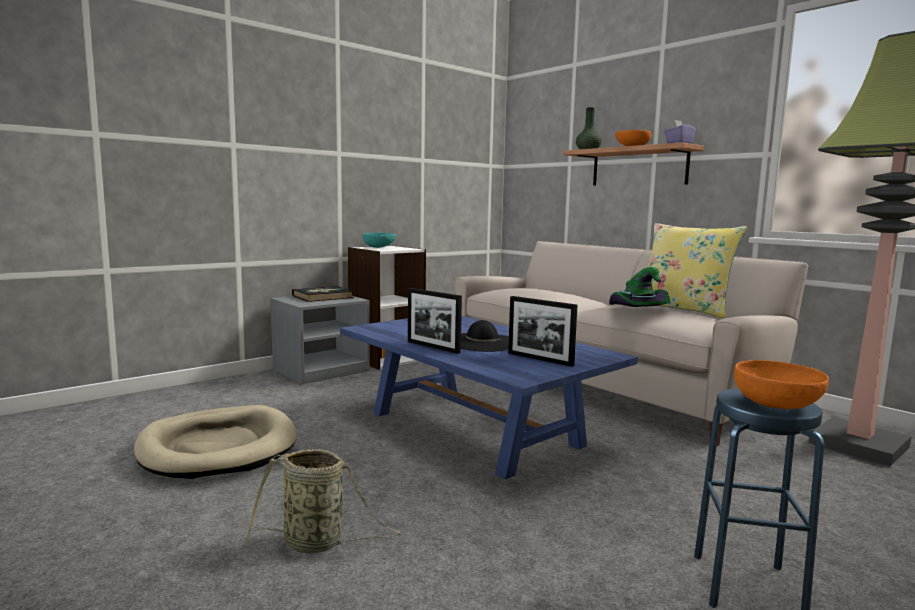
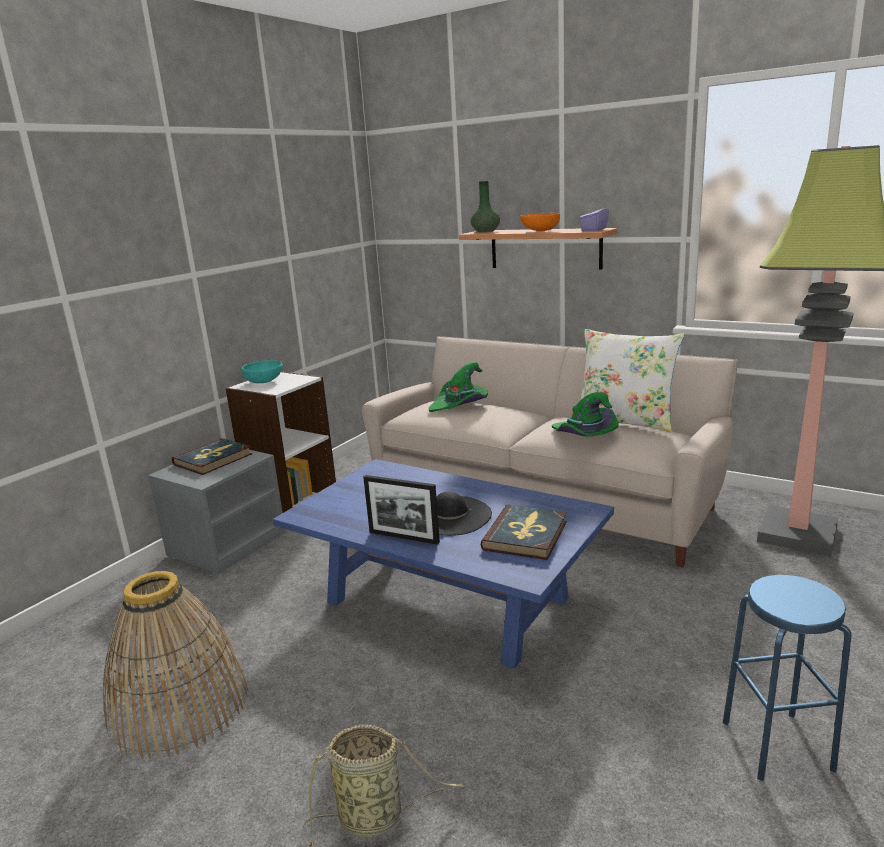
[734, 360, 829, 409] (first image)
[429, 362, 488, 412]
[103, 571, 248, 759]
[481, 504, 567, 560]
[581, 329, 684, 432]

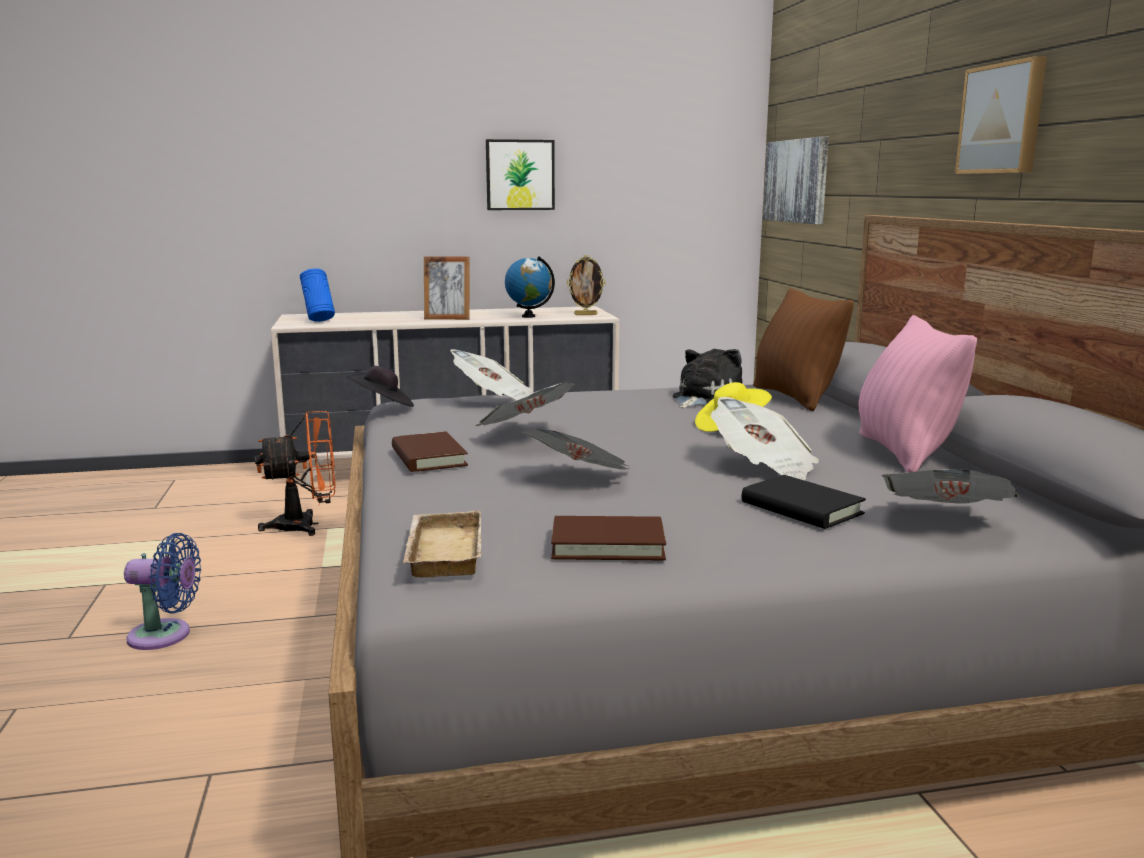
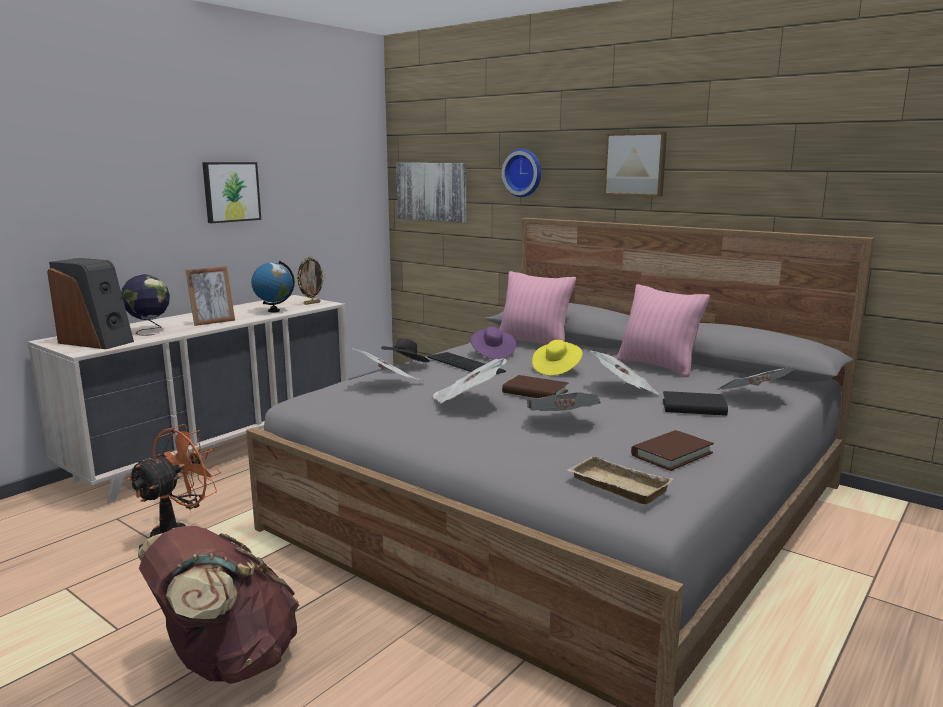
[121, 274, 170, 336]
[427, 352, 506, 374]
[502, 149, 541, 197]
[381, 338, 430, 363]
[502, 375, 568, 398]
[138, 526, 300, 684]
[47, 258, 134, 349]
[470, 327, 516, 360]
[499, 271, 576, 345]

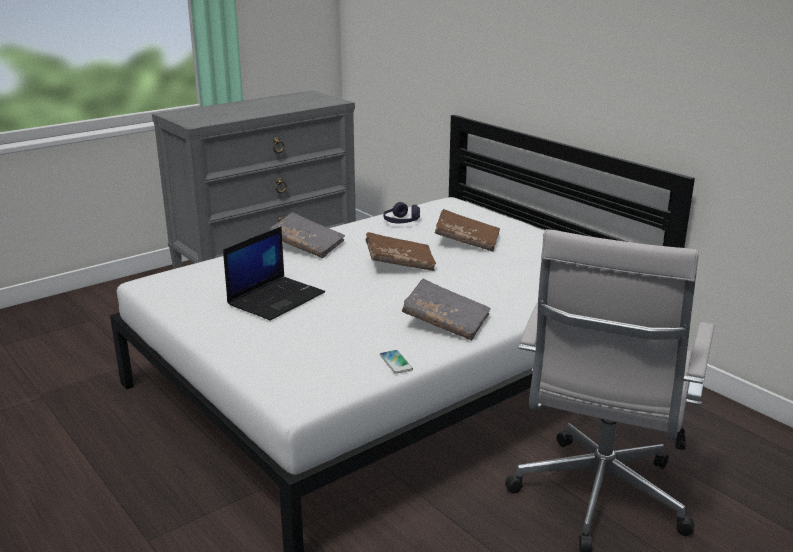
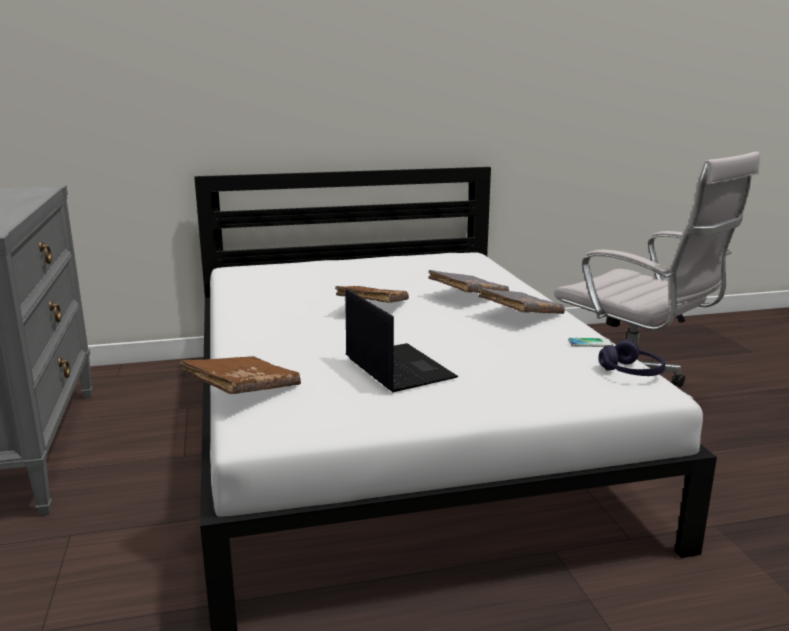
[428, 270, 509, 293]
[599, 340, 665, 376]
[179, 356, 301, 394]

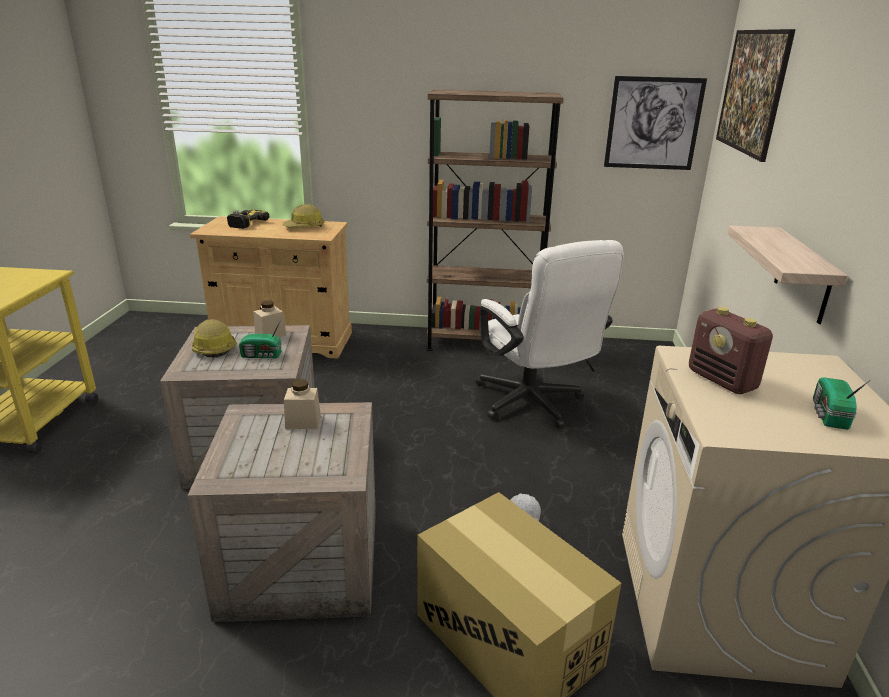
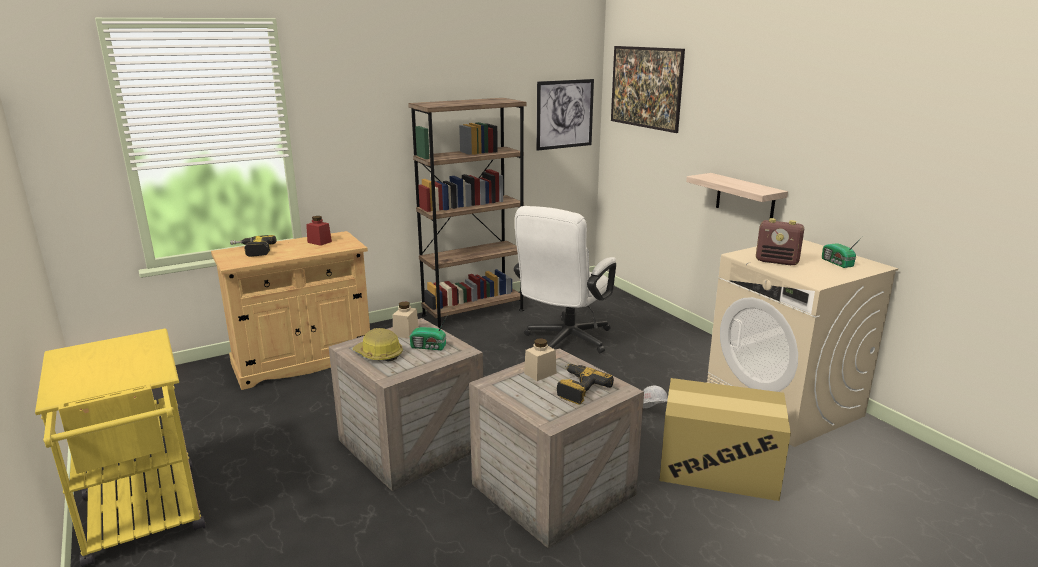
[557, 364, 614, 404]
[306, 216, 332, 246]
[410, 316, 447, 350]
[514, 206, 616, 353]

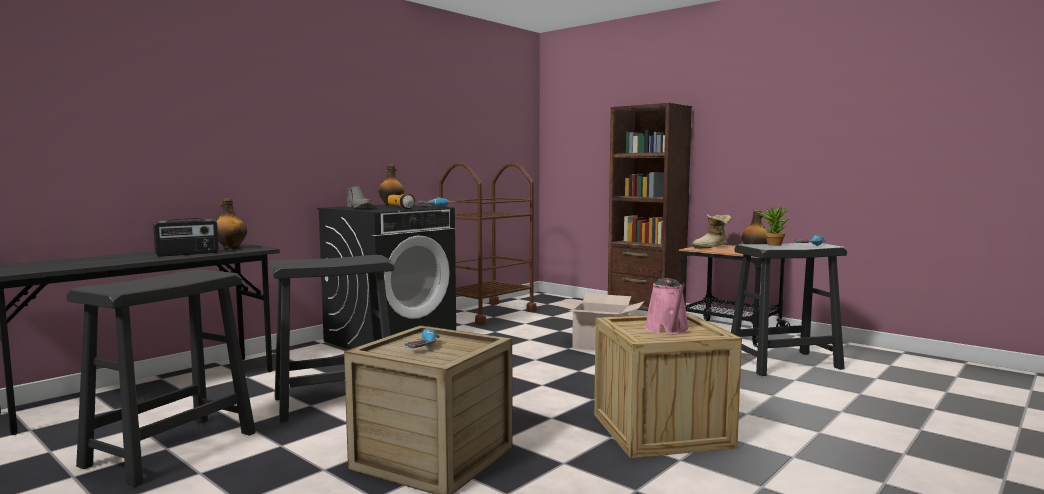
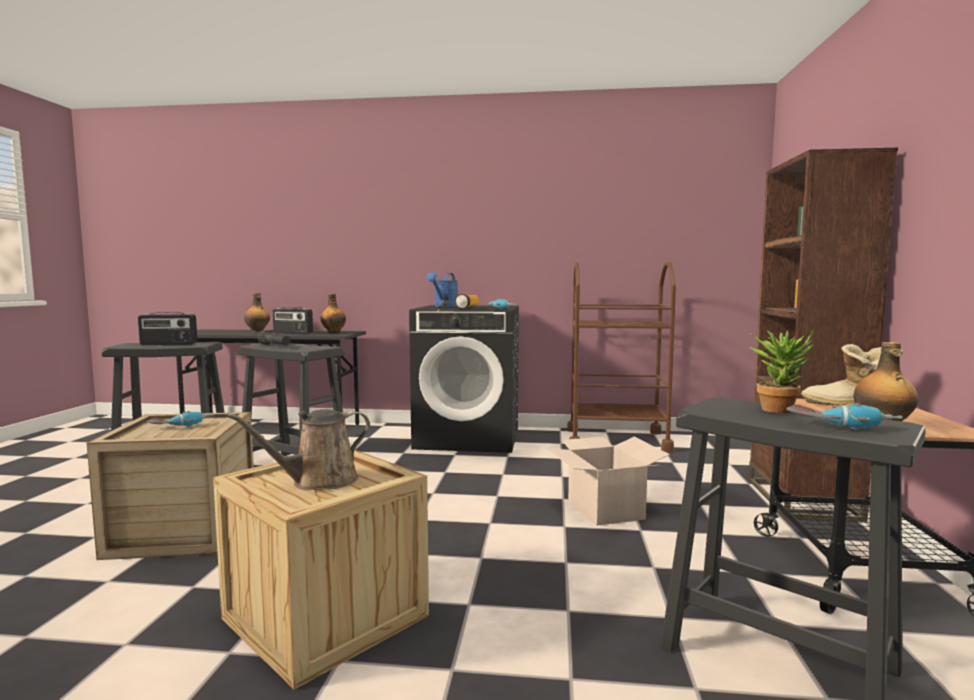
[138, 312, 197, 345]
[258, 330, 290, 345]
[244, 293, 270, 332]
[426, 272, 458, 307]
[226, 409, 370, 490]

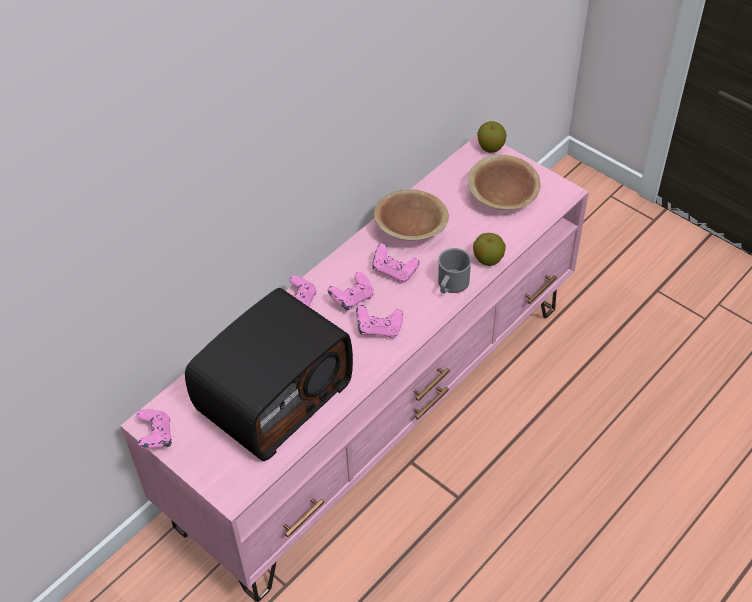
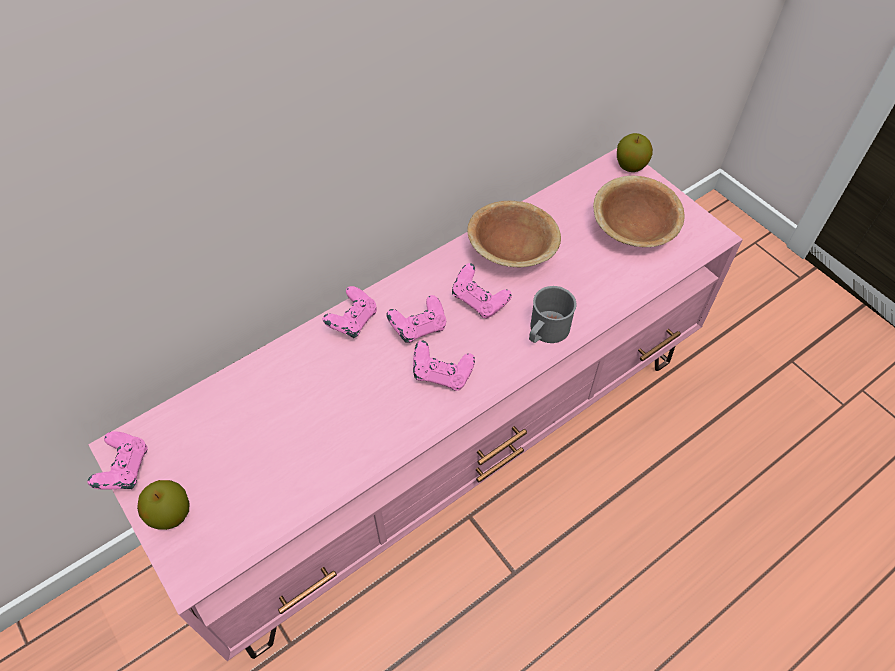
[185, 288, 353, 461] (first image)
[137, 480, 190, 530]

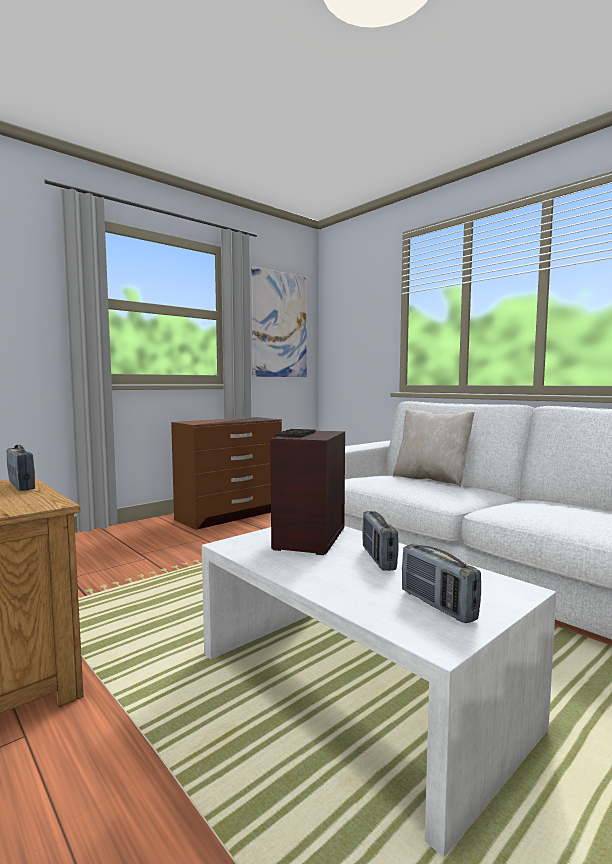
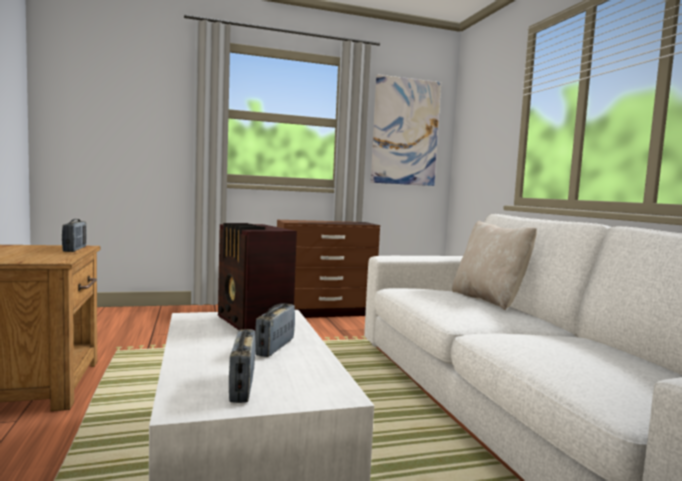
[218, 223, 297, 330]

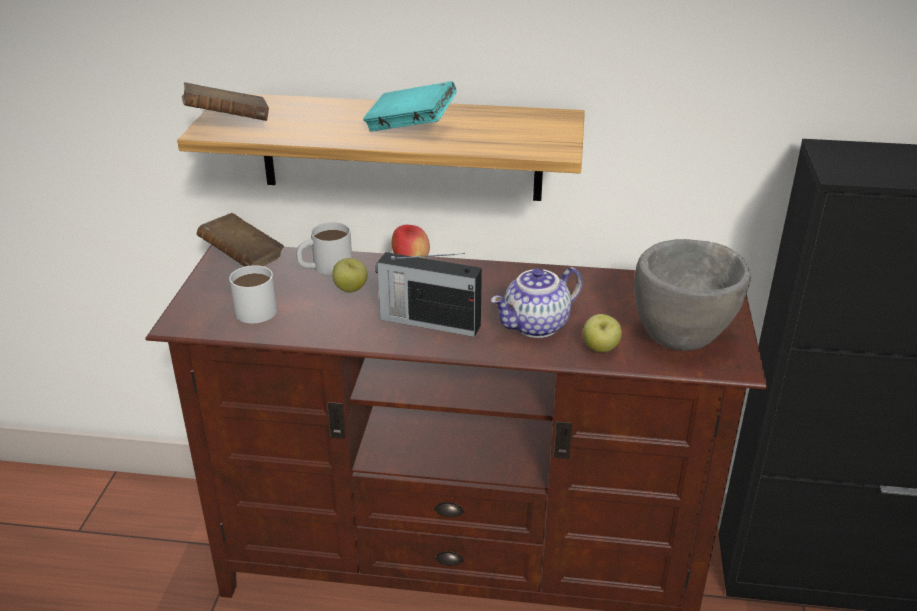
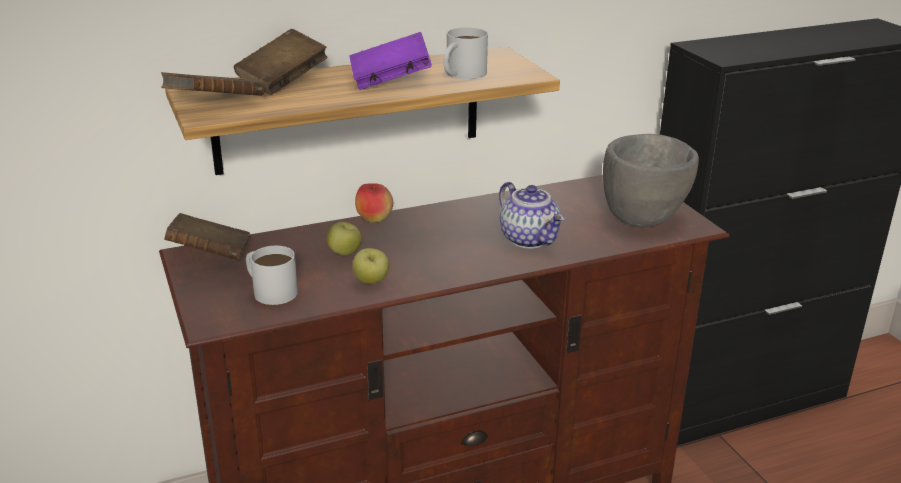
[375, 252, 482, 337] (first image)
[234, 29, 328, 95]
[444, 28, 488, 79]
[353, 248, 389, 284]
[350, 32, 432, 90]
[499, 182, 565, 249]

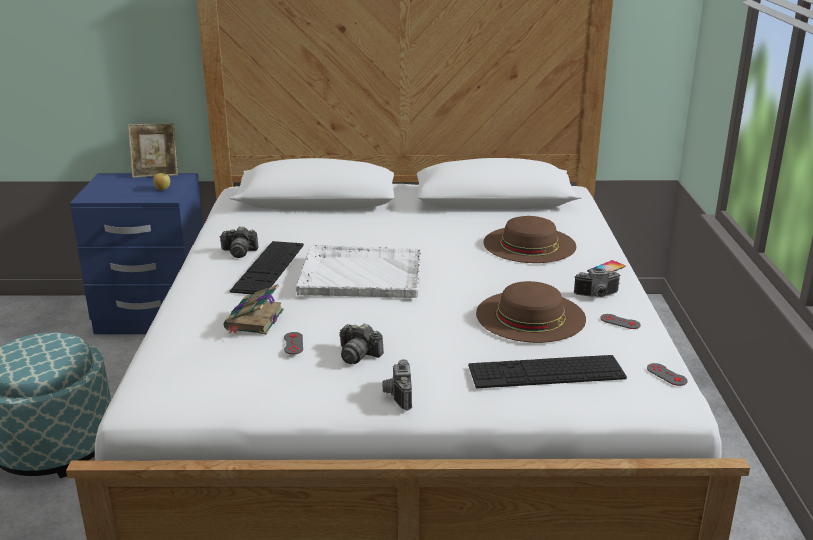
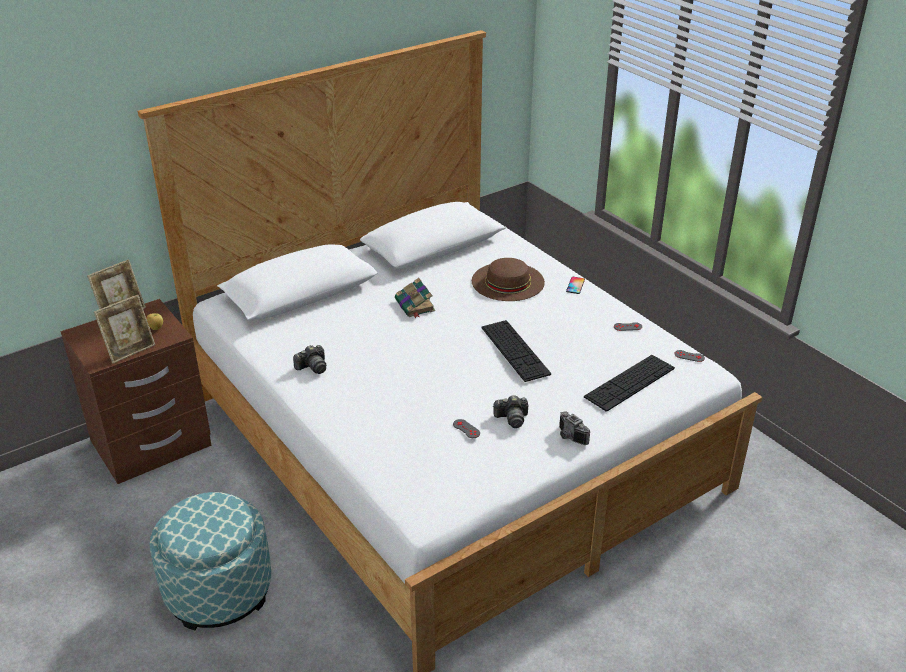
[295, 245, 422, 298] (first image)
[476, 281, 586, 343] (first image)
[574, 269, 620, 297] (first image)
[94, 295, 155, 363]
[395, 278, 435, 318]
[481, 320, 551, 382]
[61, 299, 212, 484]

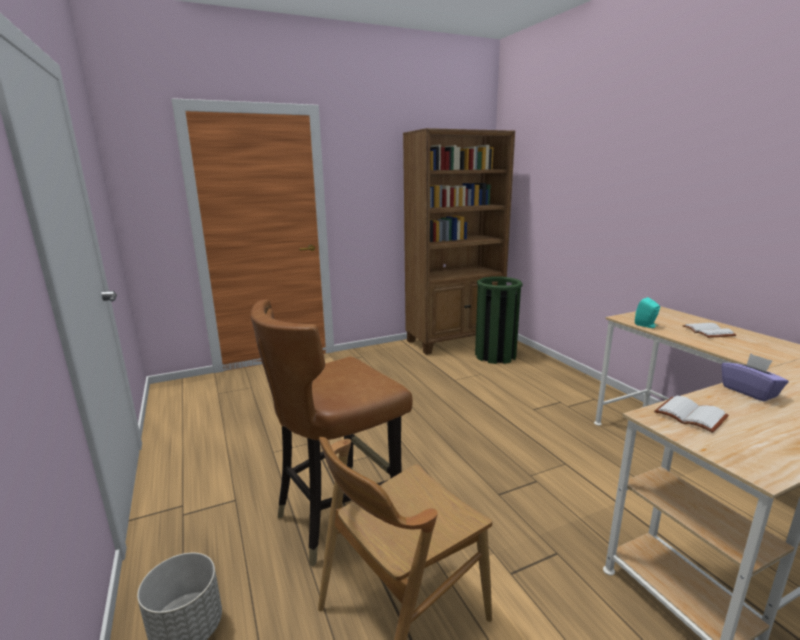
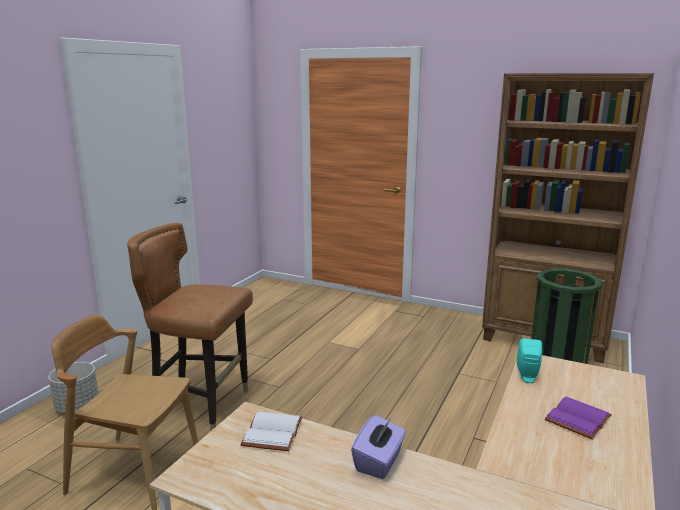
[545, 397, 612, 439]

